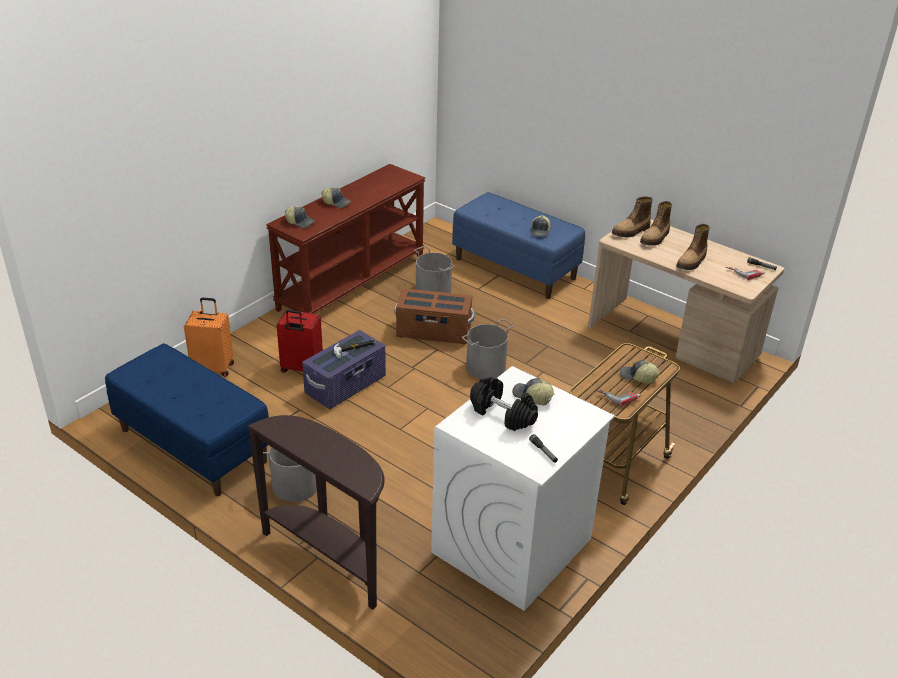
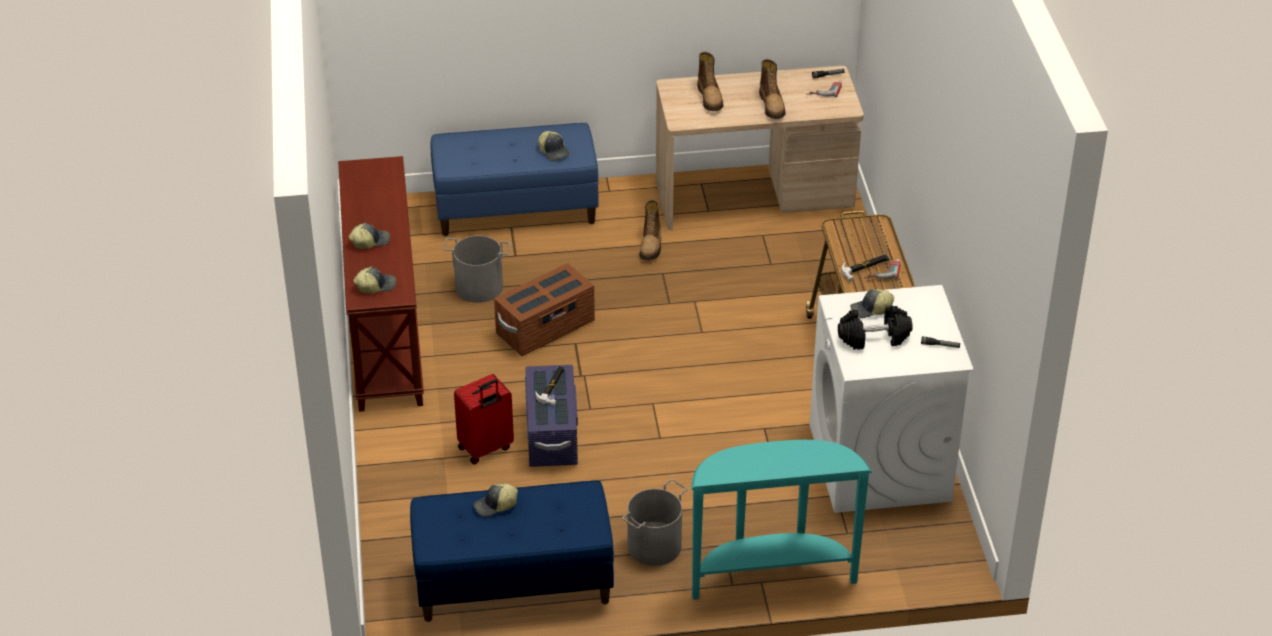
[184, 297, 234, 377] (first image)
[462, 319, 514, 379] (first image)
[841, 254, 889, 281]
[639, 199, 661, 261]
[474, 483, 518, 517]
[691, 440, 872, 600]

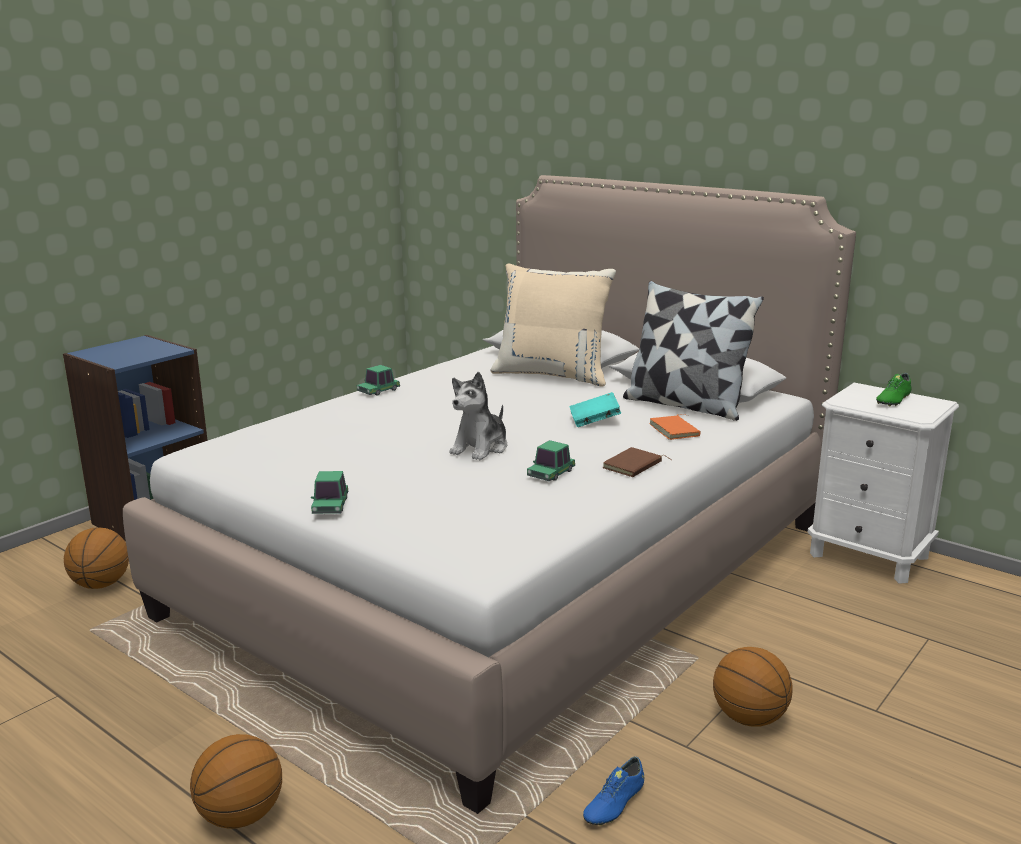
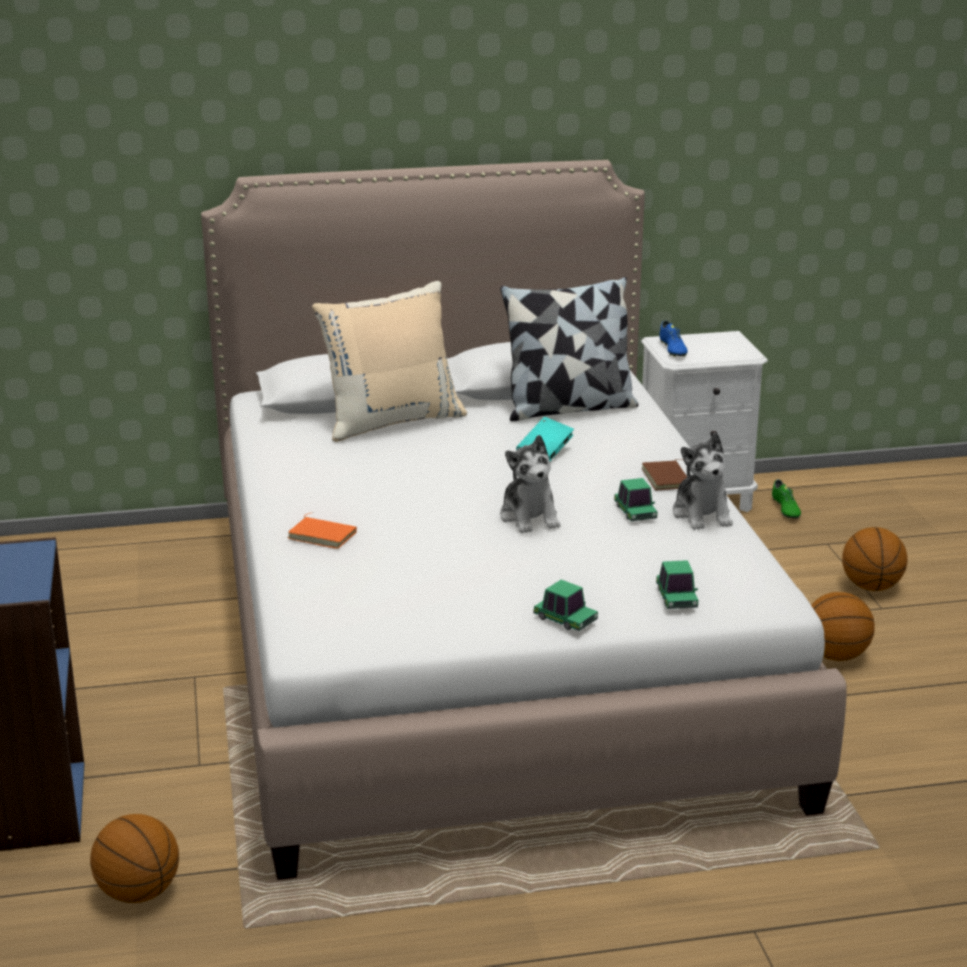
[672, 433, 733, 530]
[842, 527, 907, 591]
[656, 560, 698, 609]
[660, 320, 688, 357]
[288, 513, 357, 549]
[772, 479, 801, 519]

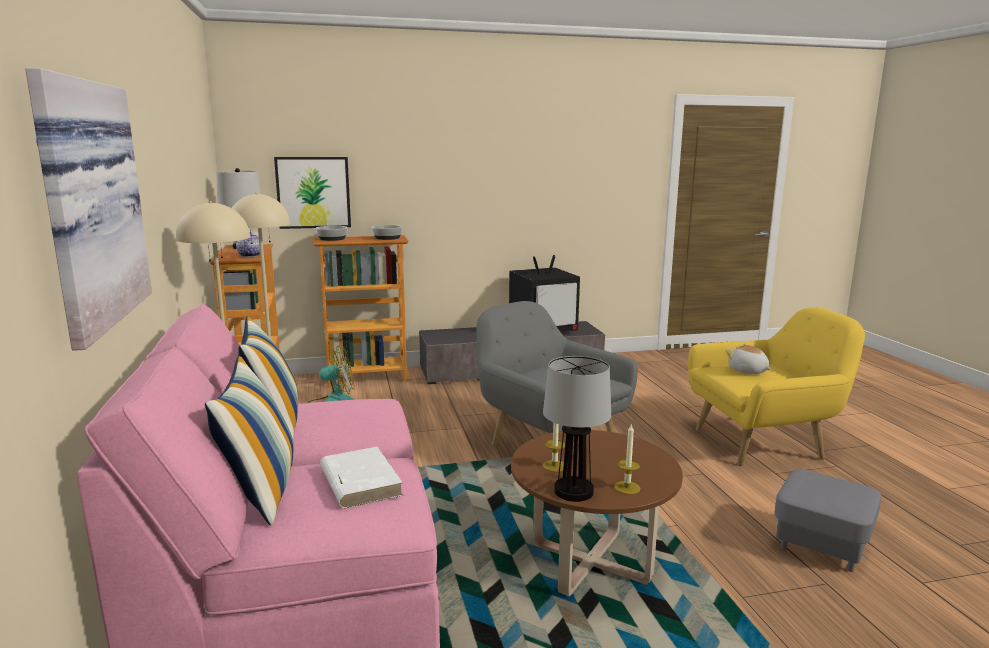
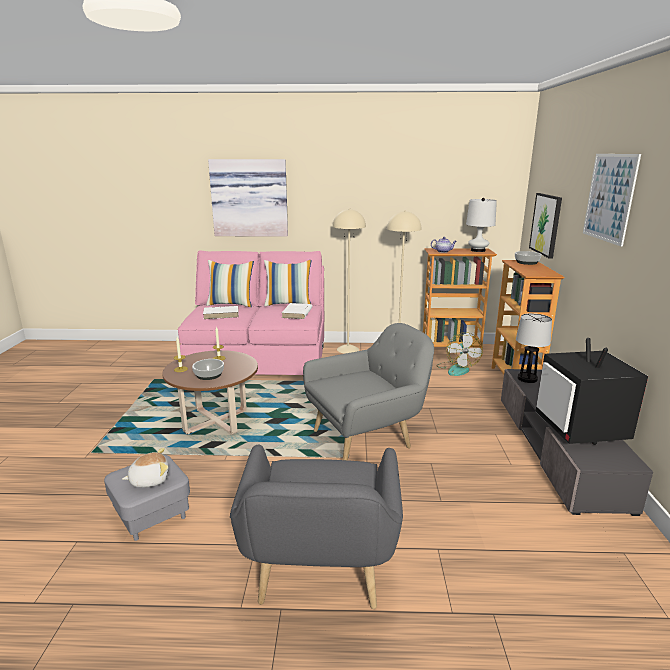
[282, 303, 312, 319]
[583, 154, 641, 247]
[192, 359, 224, 380]
[516, 313, 552, 383]
[122, 448, 169, 488]
[230, 445, 403, 609]

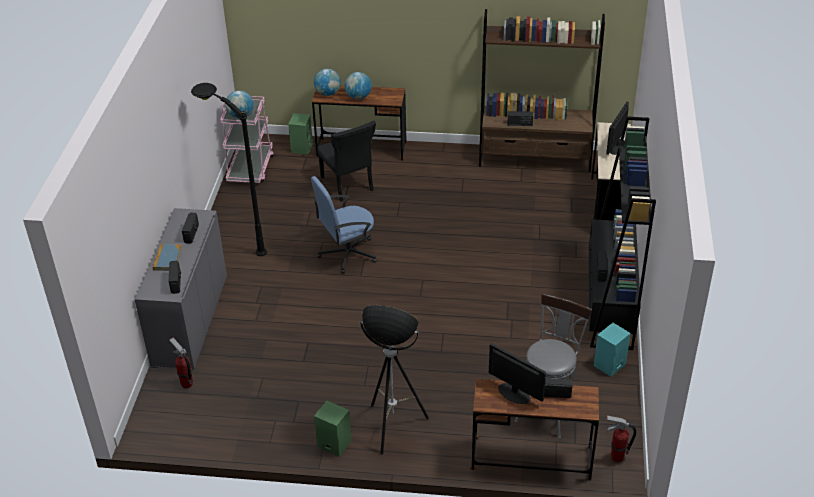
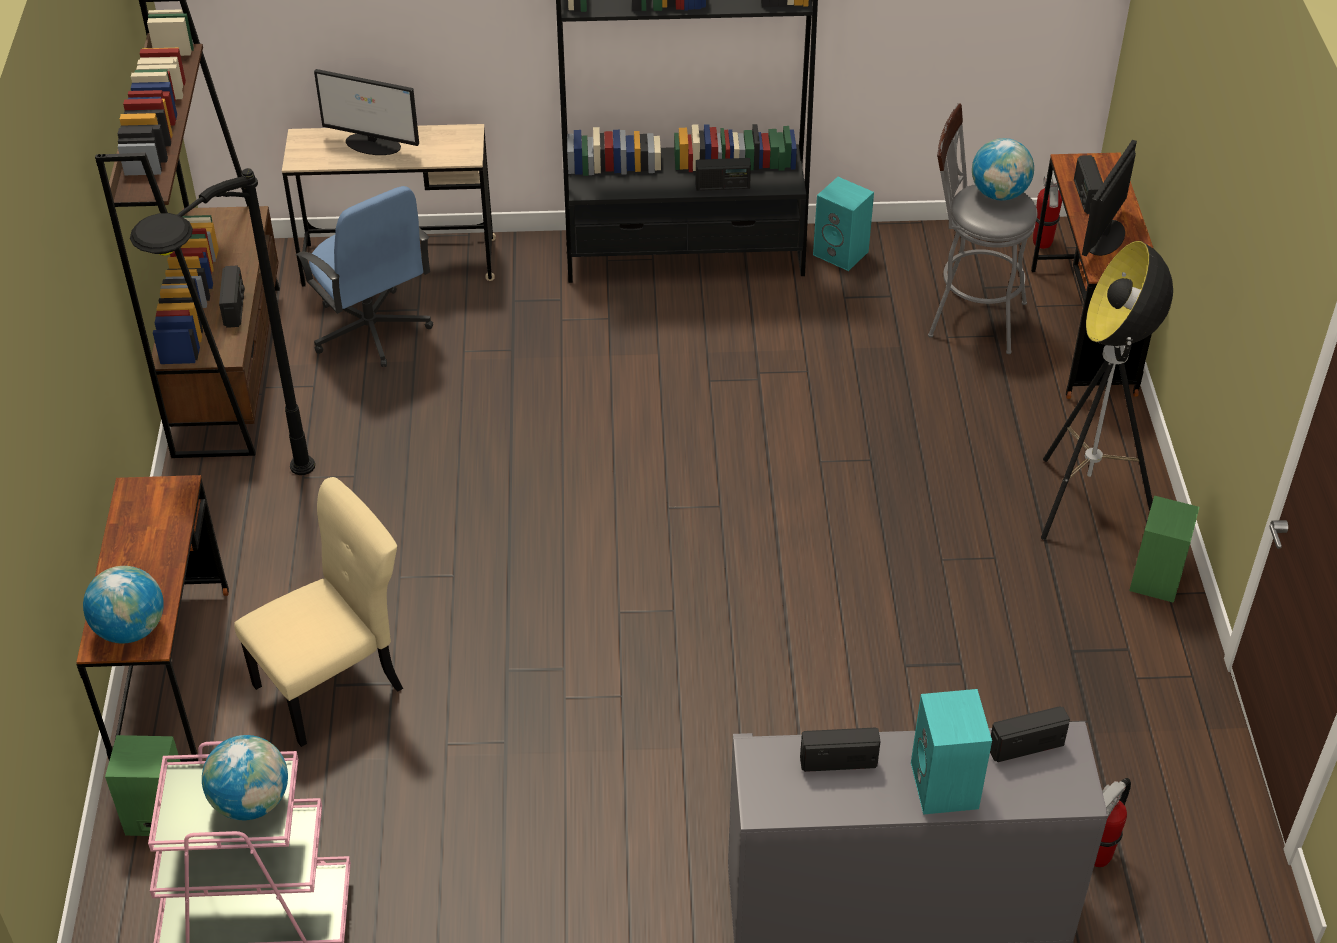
[130, 168, 315, 475]
[296, 186, 433, 367]
[972, 138, 1034, 201]
[911, 689, 992, 815]
[234, 477, 403, 747]

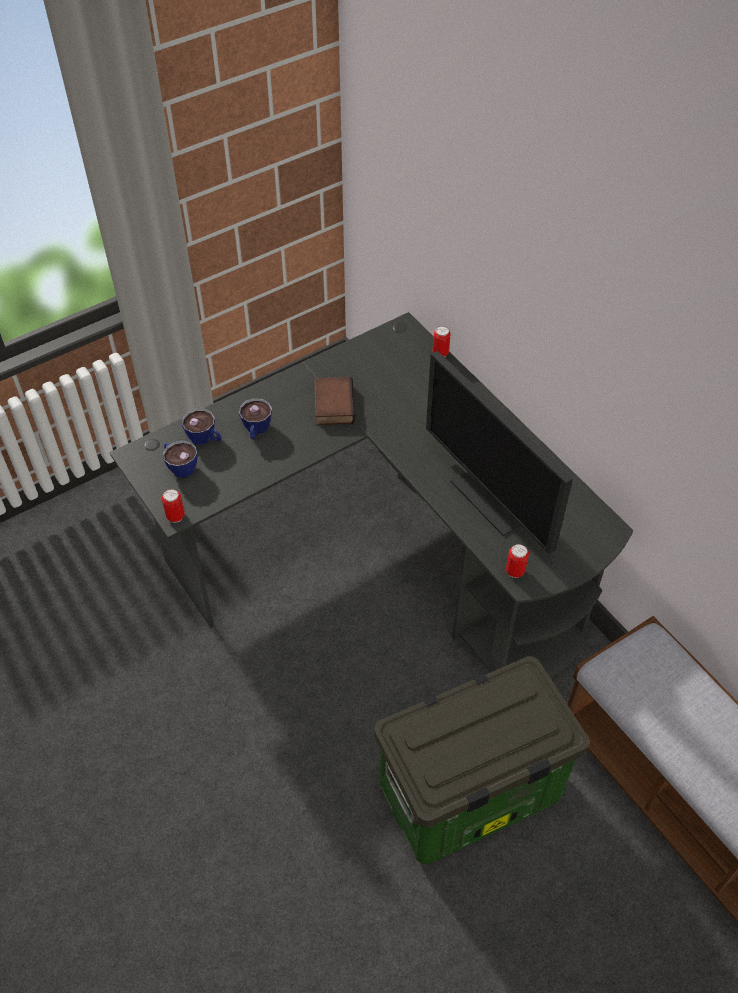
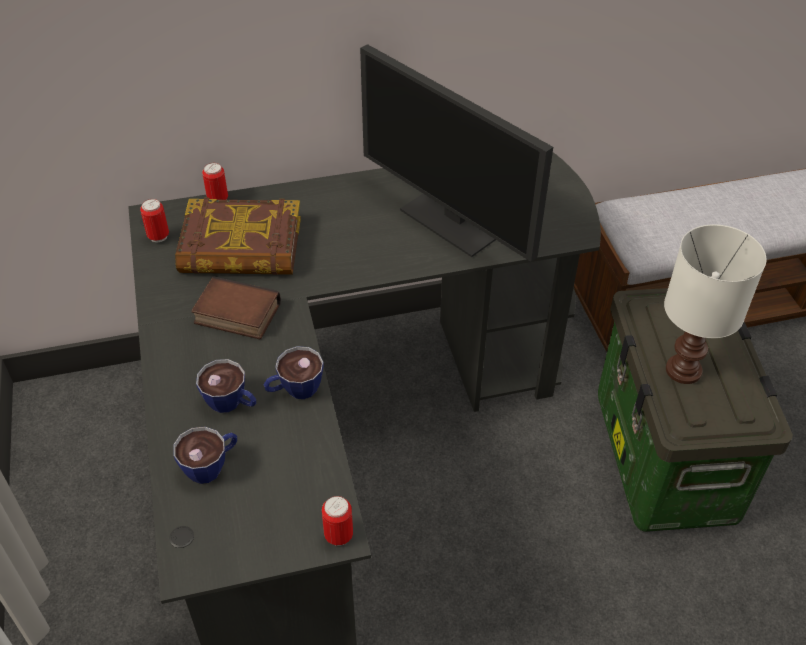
[175, 198, 301, 275]
[664, 224, 767, 384]
[264, 346, 324, 399]
[140, 199, 169, 242]
[360, 44, 553, 262]

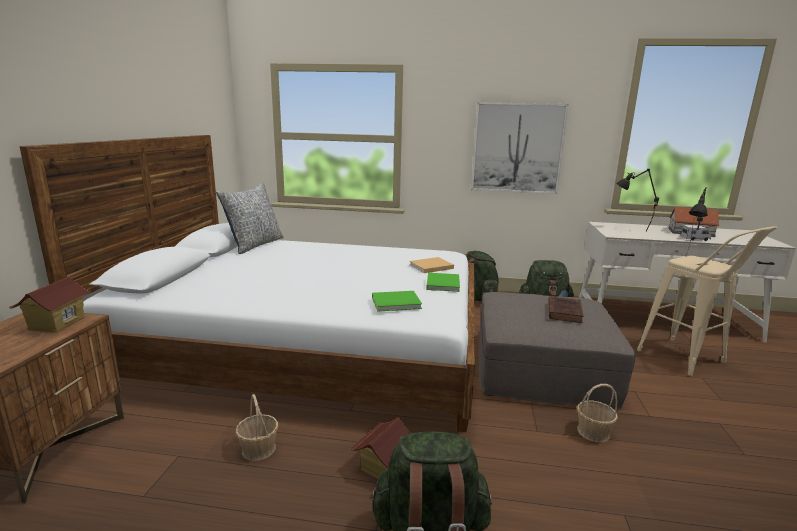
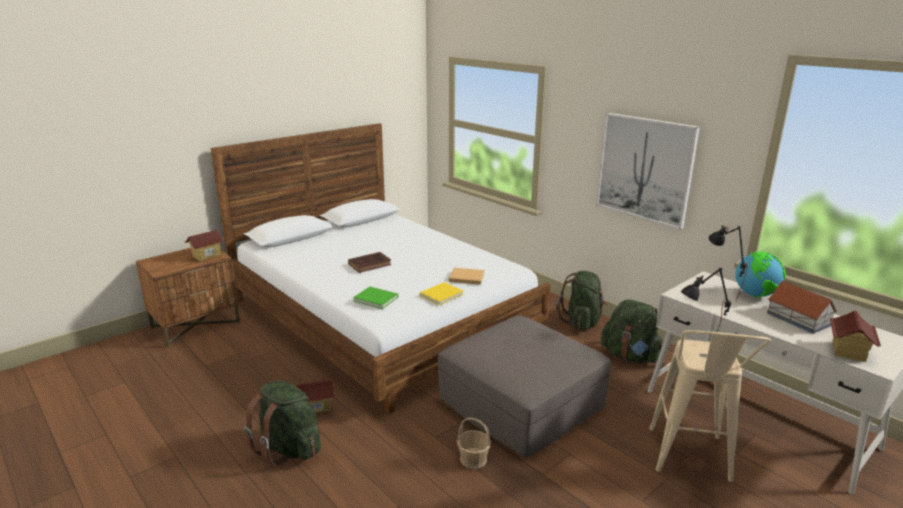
[216, 183, 284, 254] (first image)
[236, 394, 278, 461] (first image)
[680, 225, 712, 241] (first image)
[736, 252, 786, 298]
[830, 310, 881, 362]
[348, 252, 391, 273]
[420, 282, 464, 305]

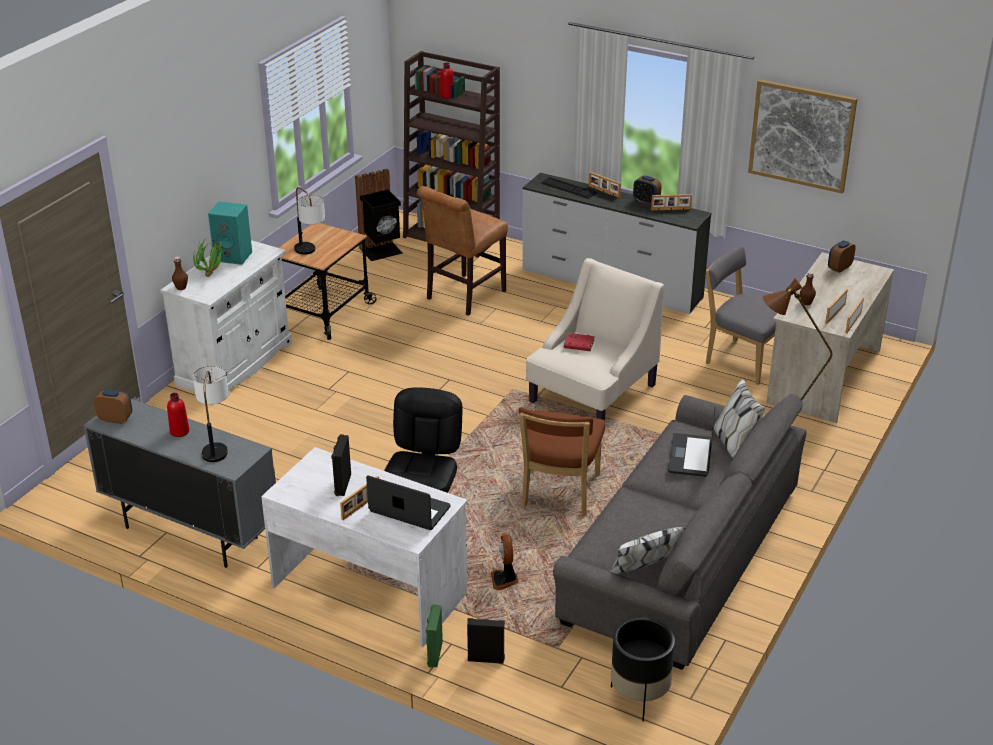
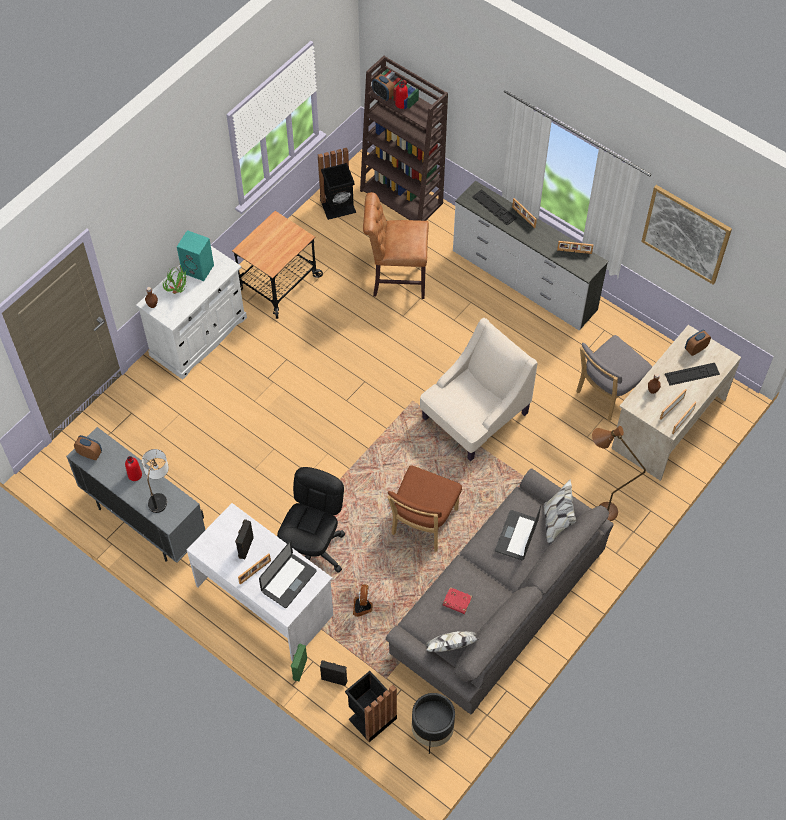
[294, 187, 325, 255] (first image)
[345, 671, 397, 742]
[665, 363, 720, 386]
[443, 587, 472, 614]
[372, 74, 395, 101]
[259, 541, 317, 608]
[363, 192, 429, 299]
[576, 335, 653, 421]

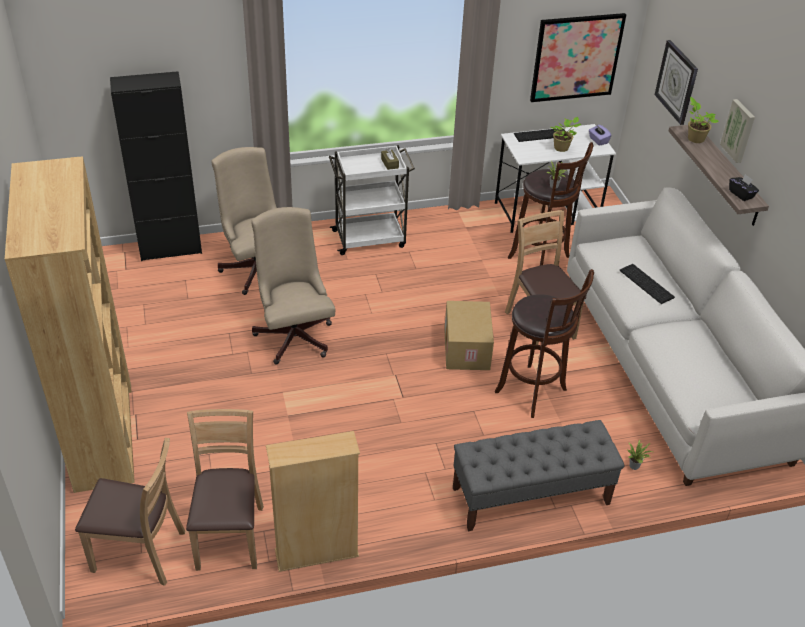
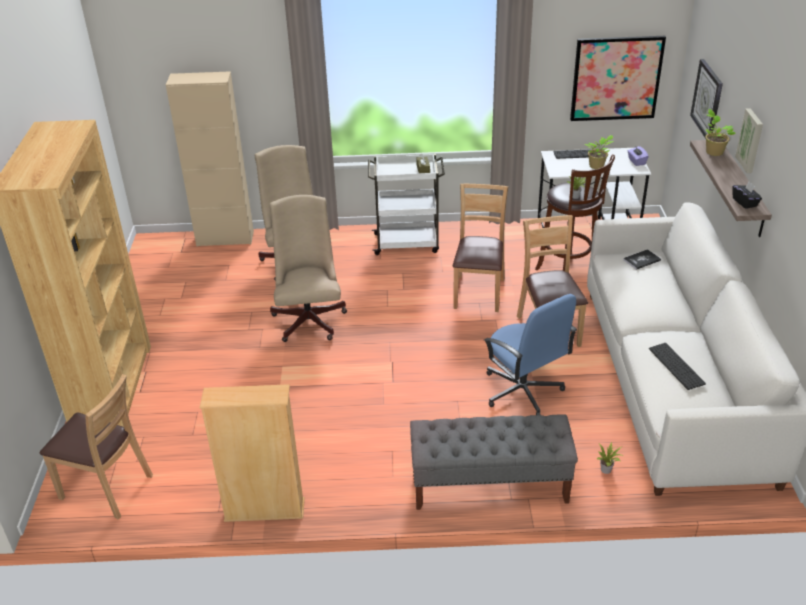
[444, 301, 494, 370] (first image)
[623, 249, 661, 270]
[453, 184, 508, 312]
[649, 343, 706, 390]
[484, 294, 577, 415]
[166, 71, 254, 247]

